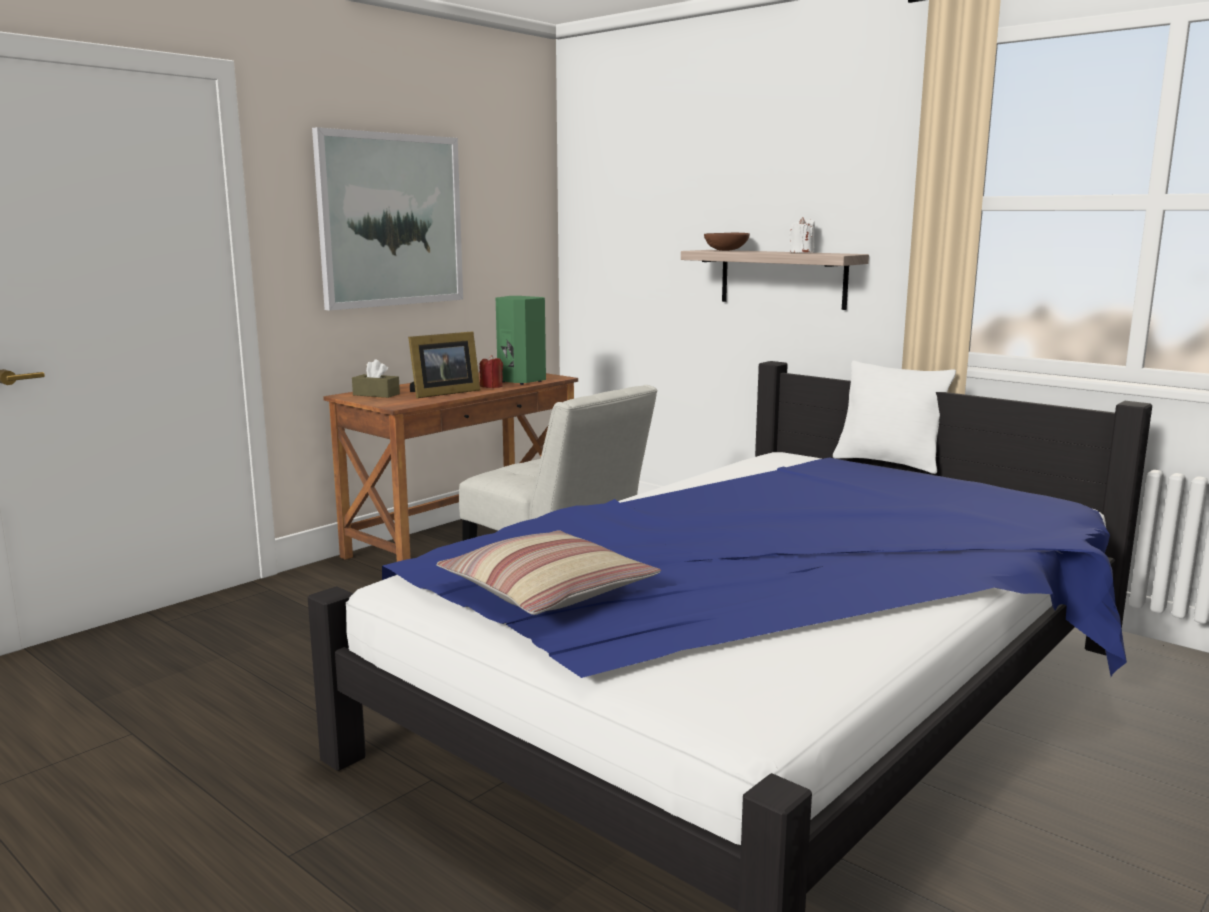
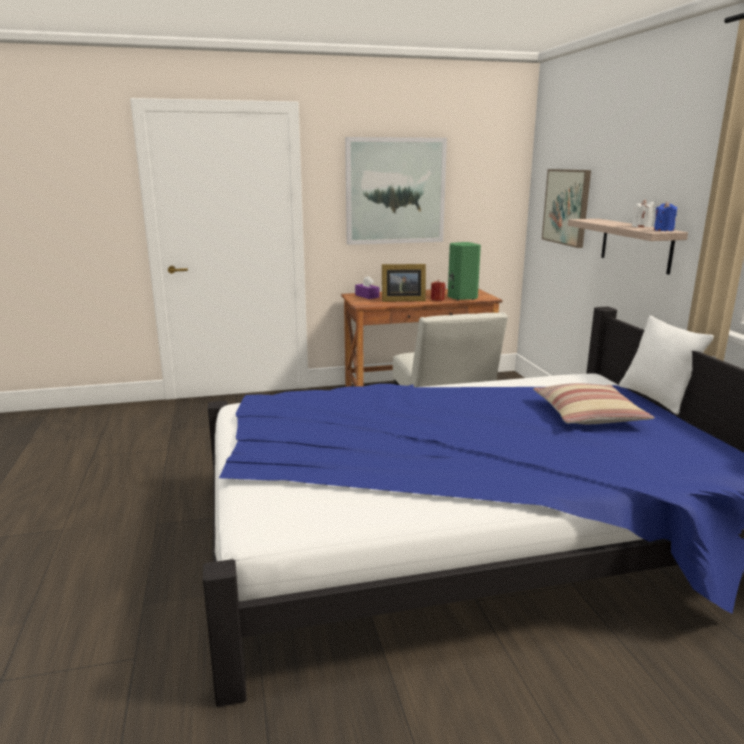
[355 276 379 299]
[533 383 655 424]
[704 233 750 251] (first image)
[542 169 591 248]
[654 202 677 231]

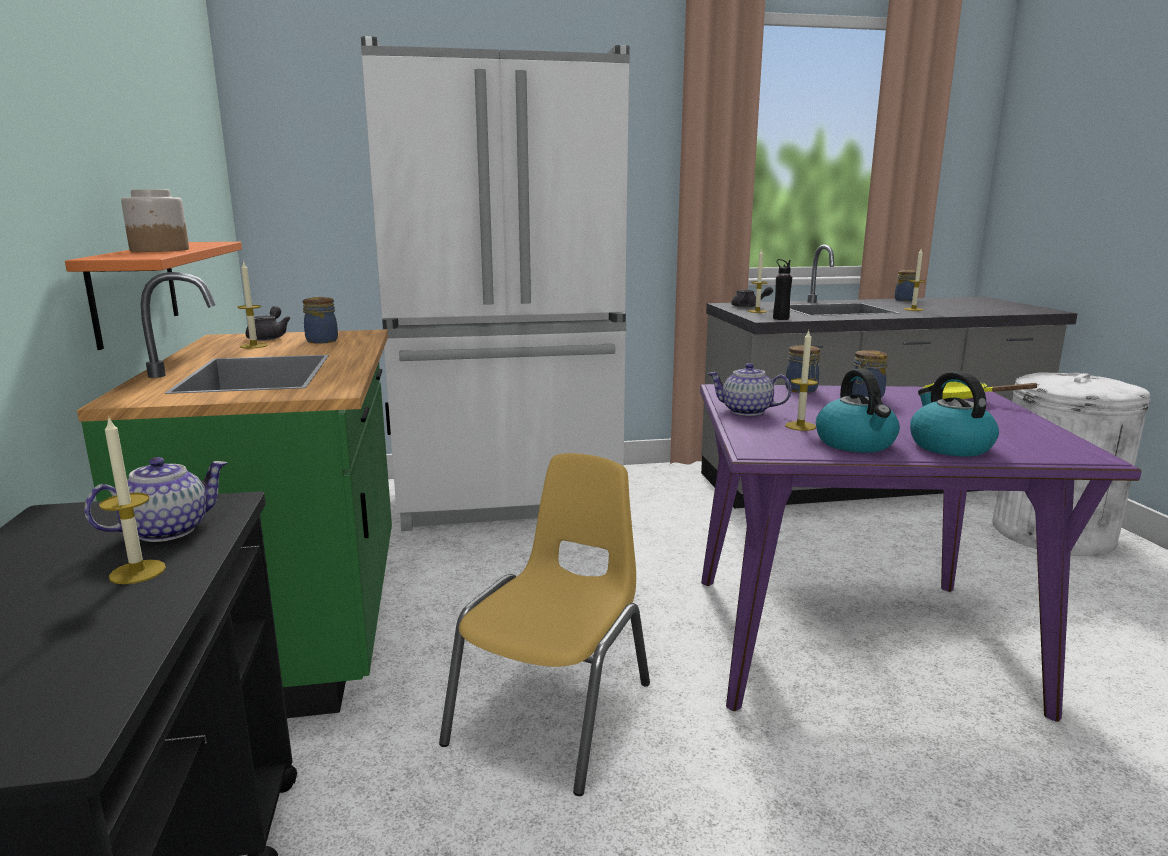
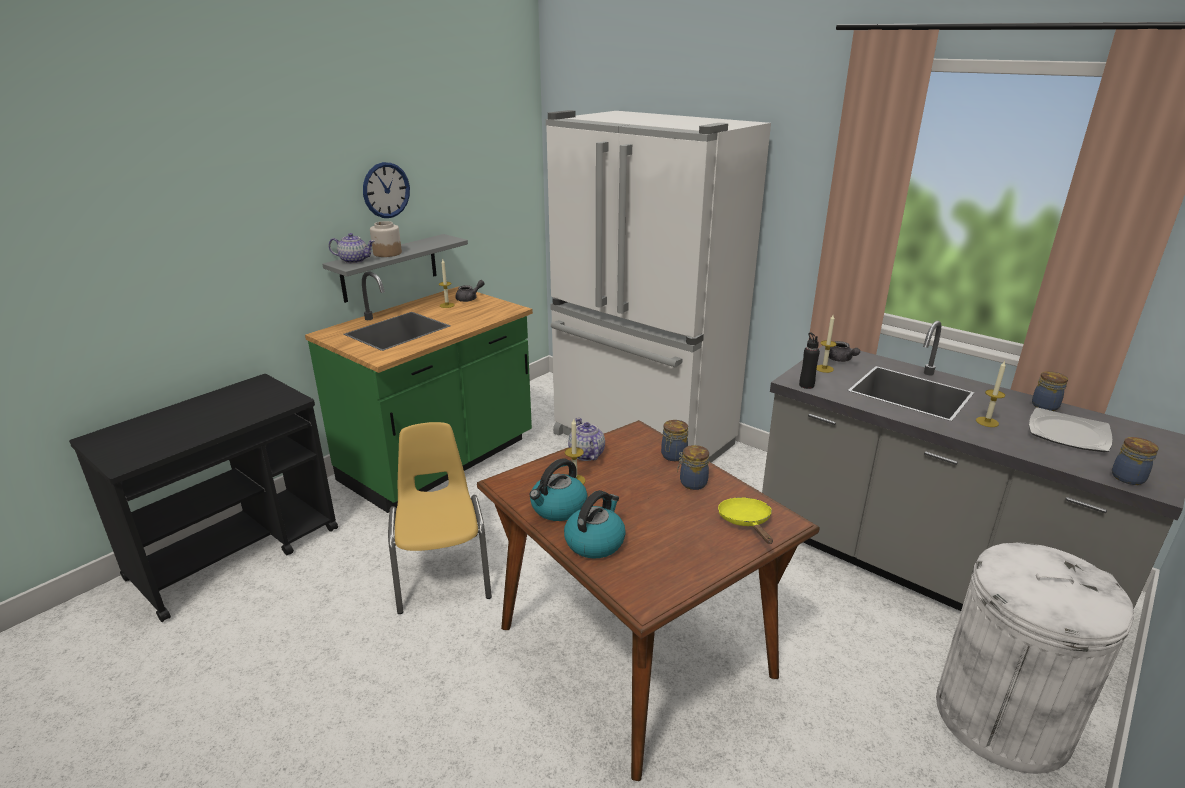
[322 234 468 303]
[328 233 375 264]
[99 416 166 584] (first image)
[1112 437 1159 485]
[388 422 492 614]
[477 420 820 781]
[363 162 410 218]
[1029 407 1112 452]

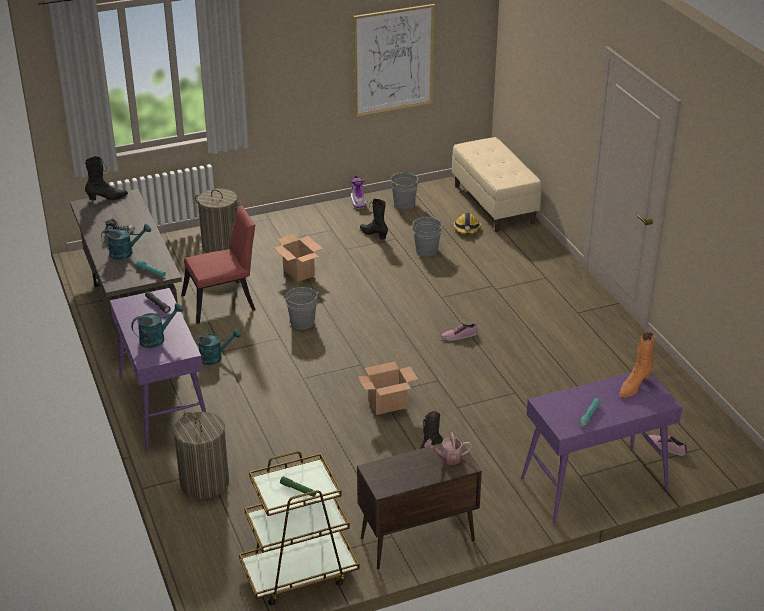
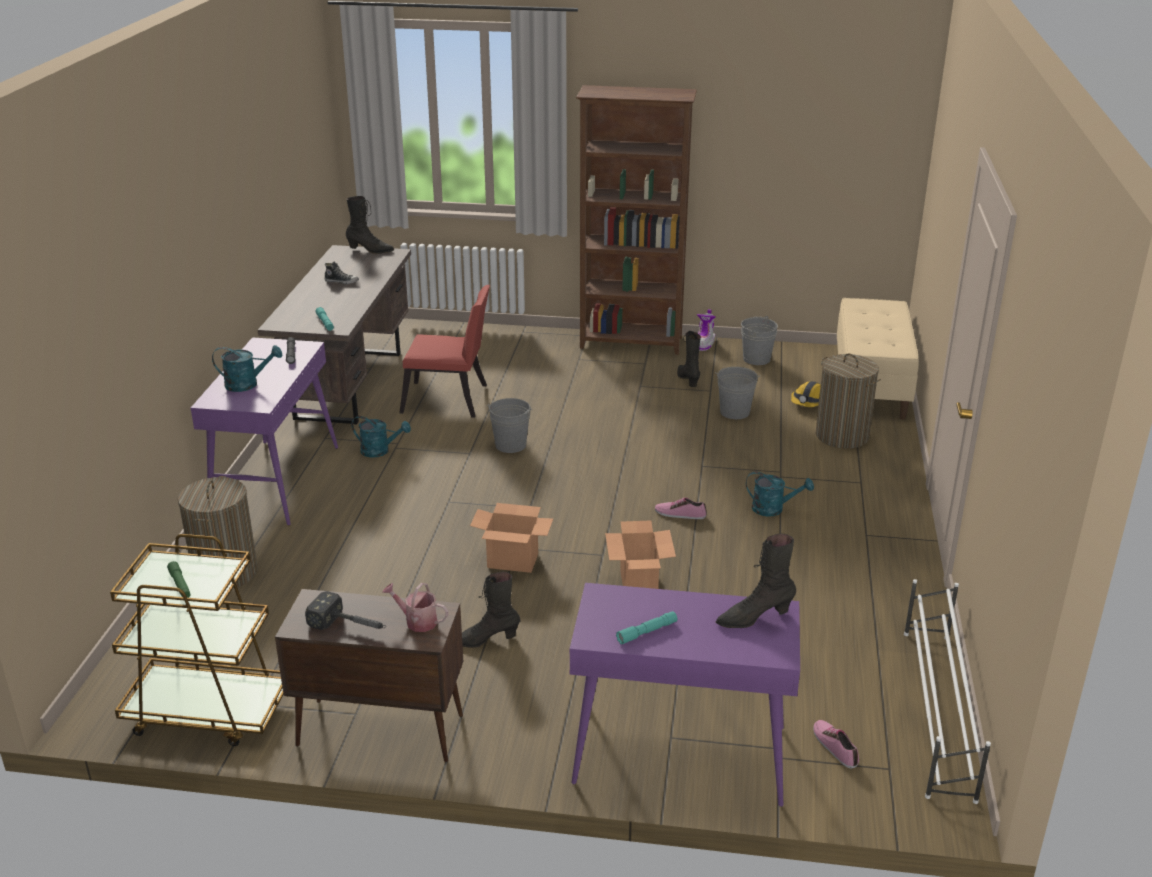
[746 471 814 517]
[816 353 881 449]
[605 521 676 589]
[353 4 435 117] (first image)
[716 533 796 628]
[305 591 386 630]
[576 85 697 355]
[904 579 991 804]

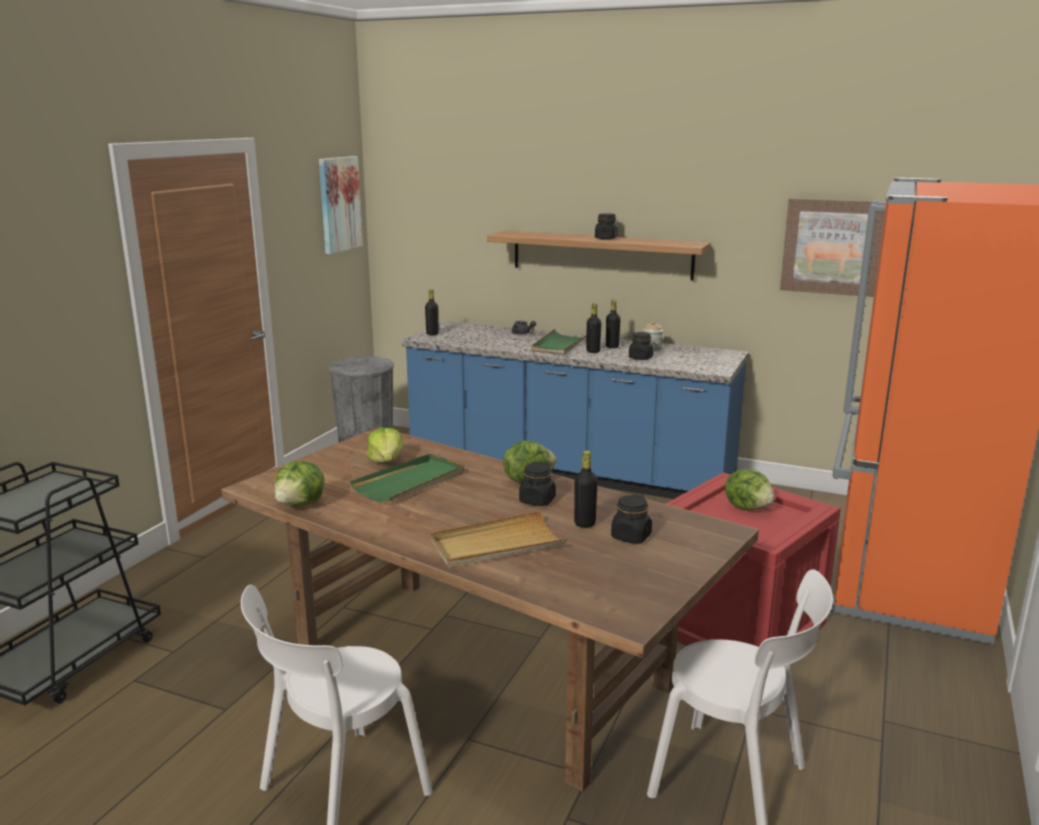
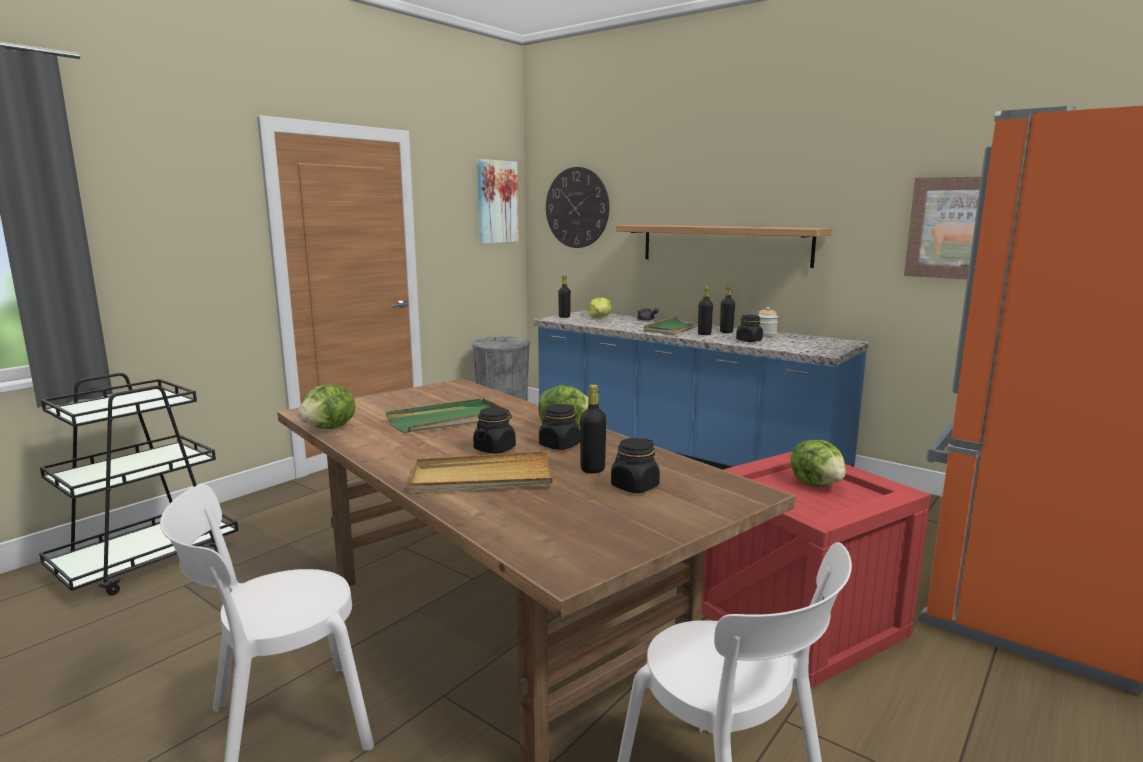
[589 297 612 318]
[473 407 516 454]
[546 167 609 248]

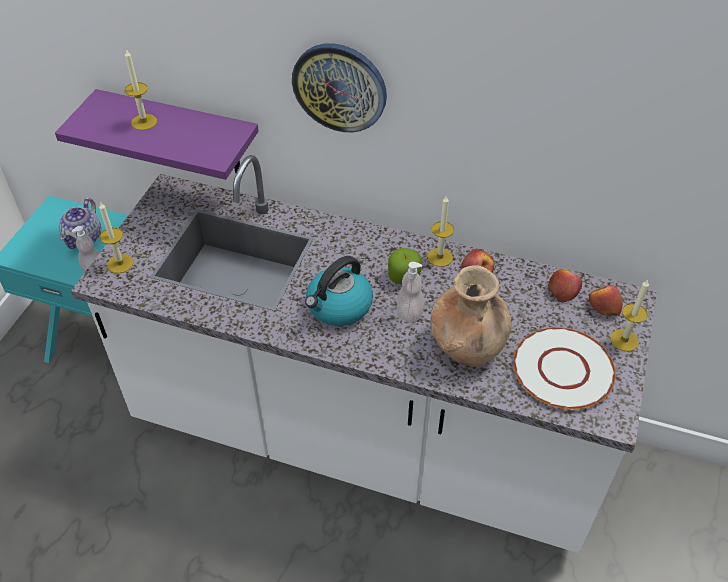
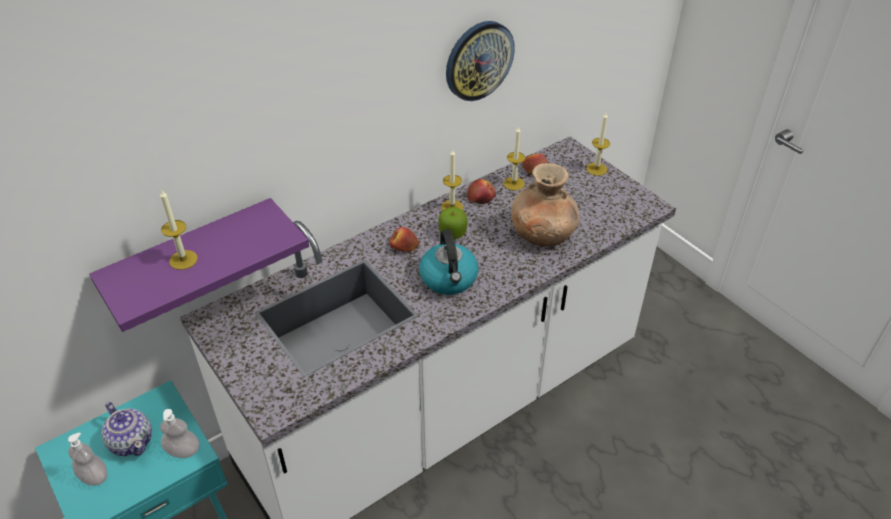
[504 126 525 190]
[446 21 515 101]
[68 432 107 486]
[513 327 616 410] (first image)
[389 227 419 252]

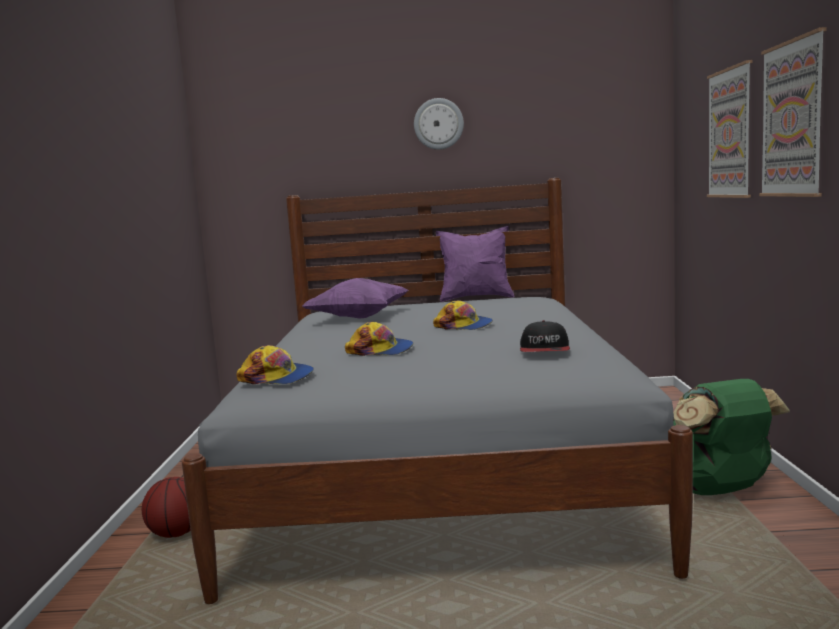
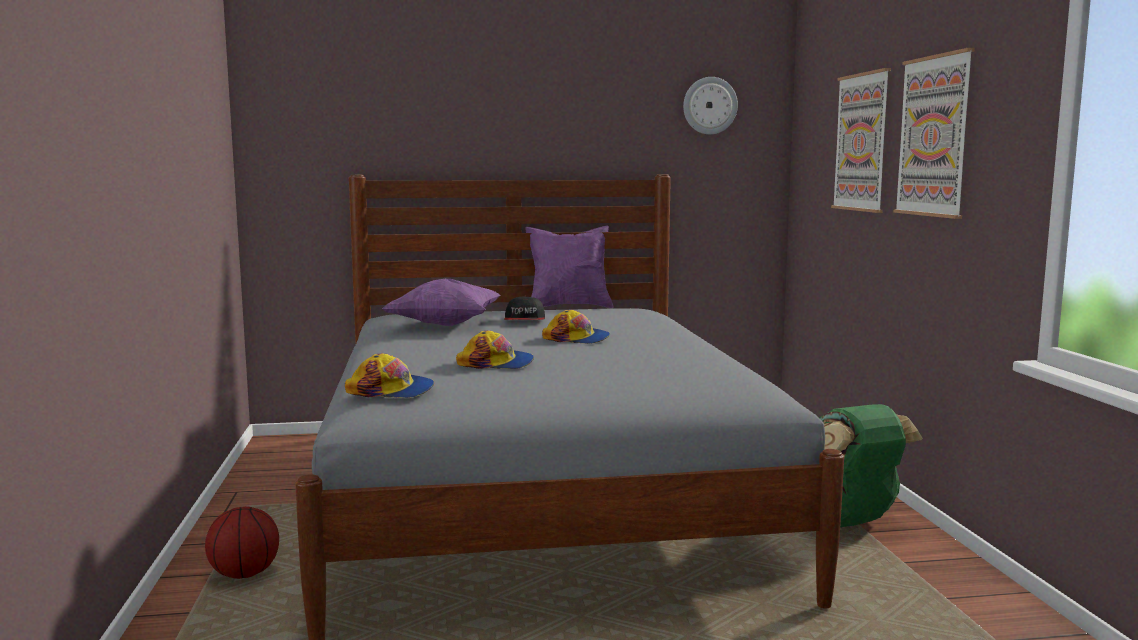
[683 77 738 135]
[504 296 545 320]

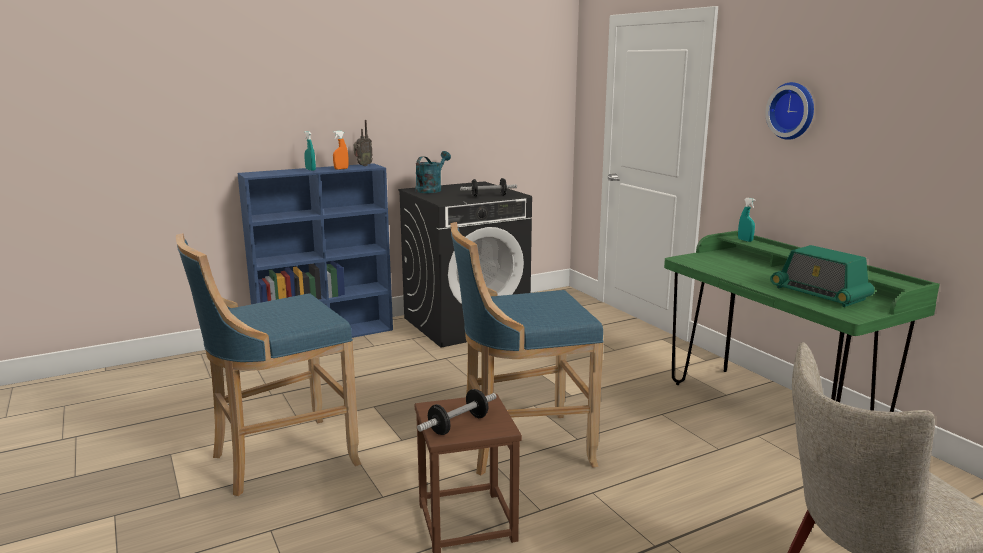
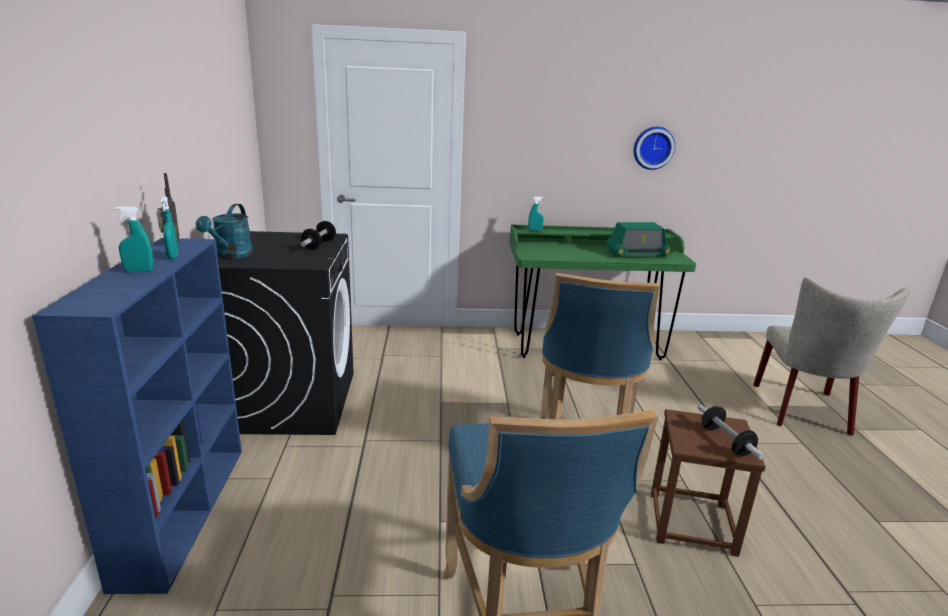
[161 196 178 259]
[196 204 253 259]
[633 127 675 170]

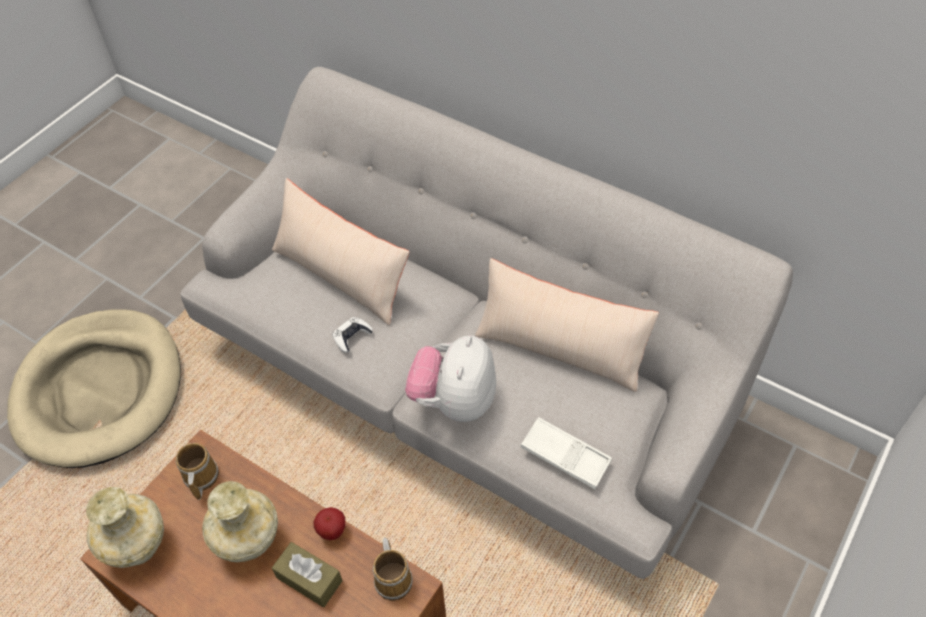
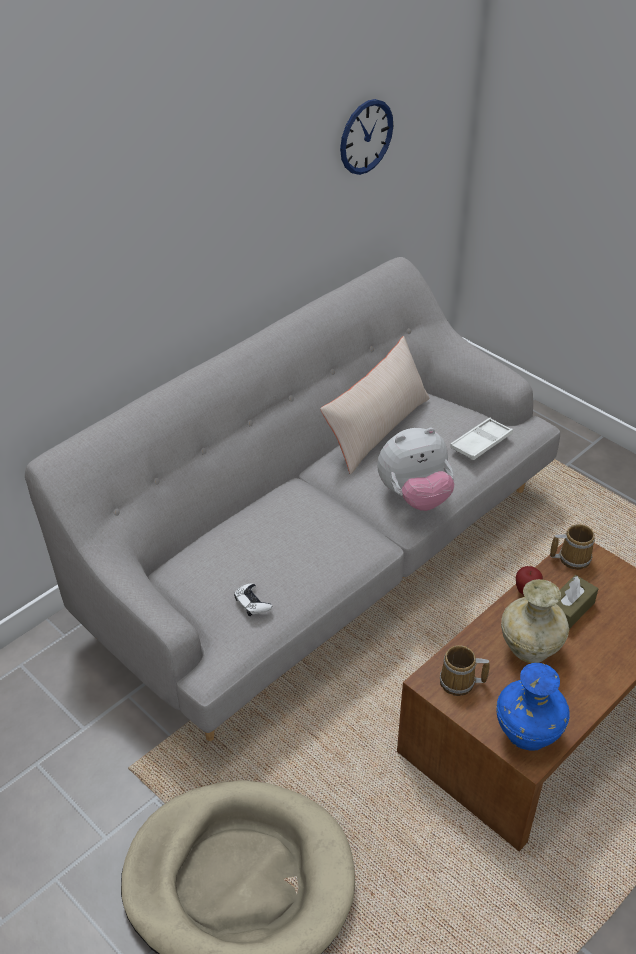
[496 663 570 751]
[272 178 409 325] (first image)
[234 583 272 616]
[378 428 455 511]
[340 99 393 175]

